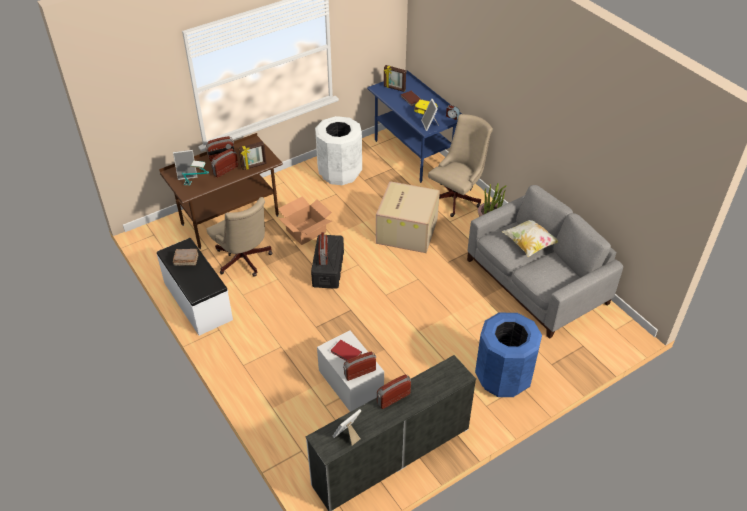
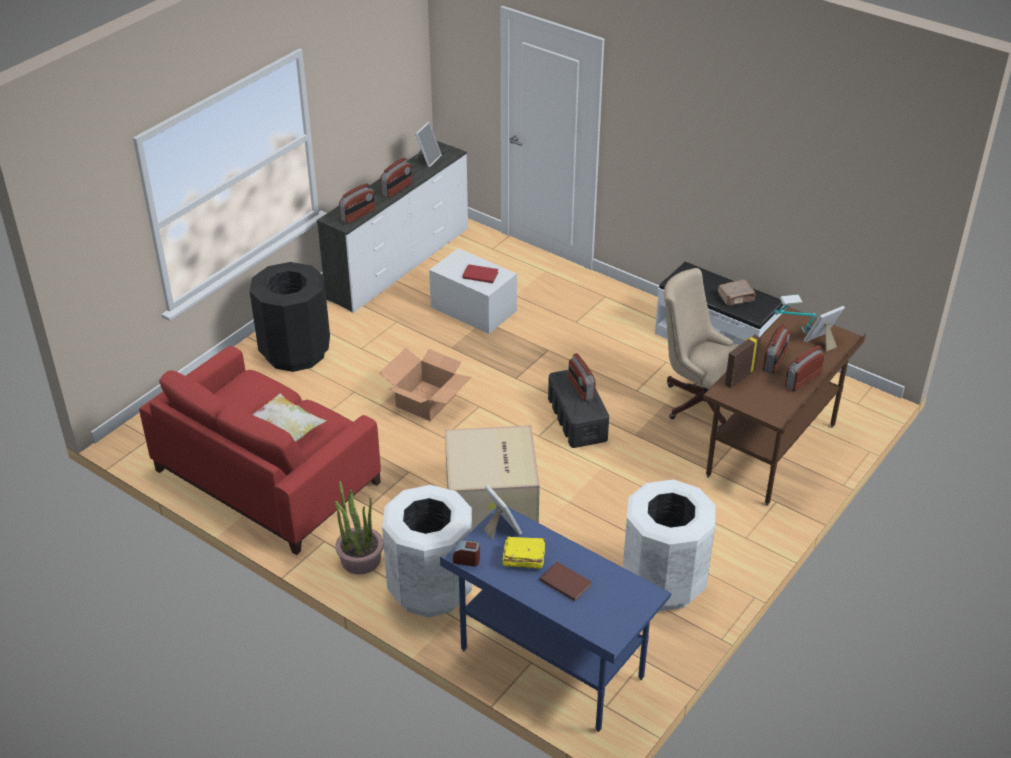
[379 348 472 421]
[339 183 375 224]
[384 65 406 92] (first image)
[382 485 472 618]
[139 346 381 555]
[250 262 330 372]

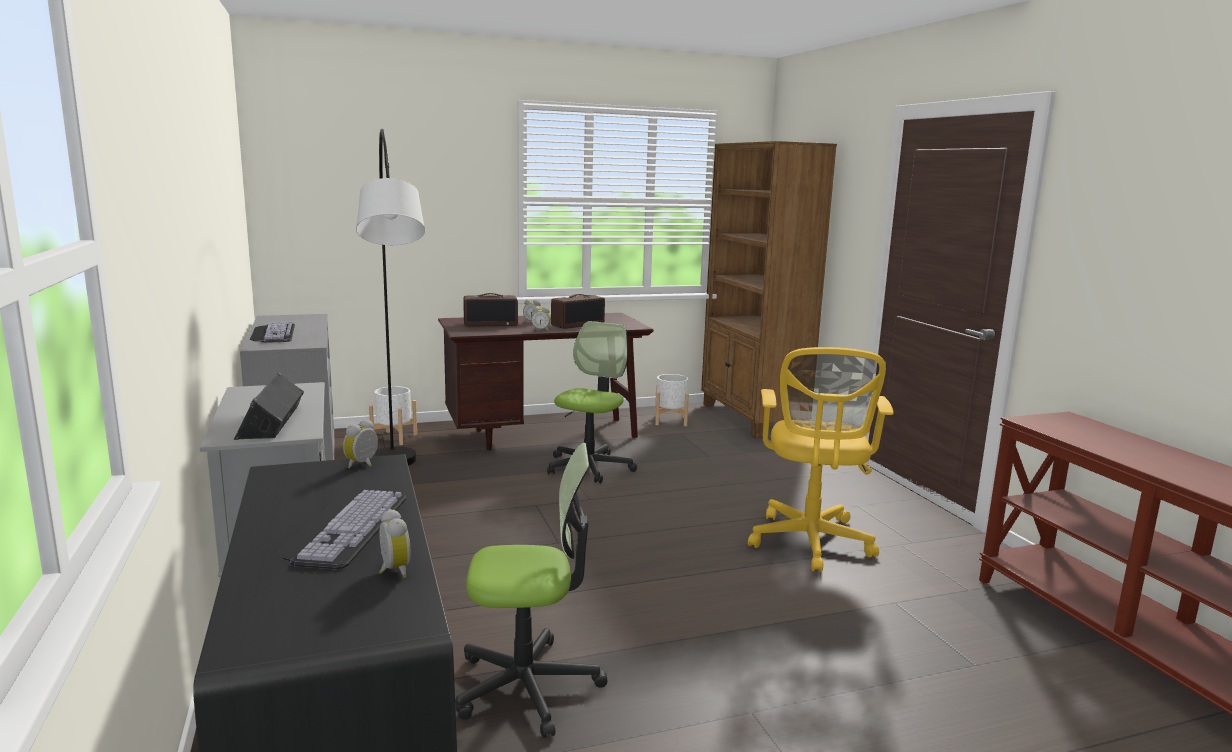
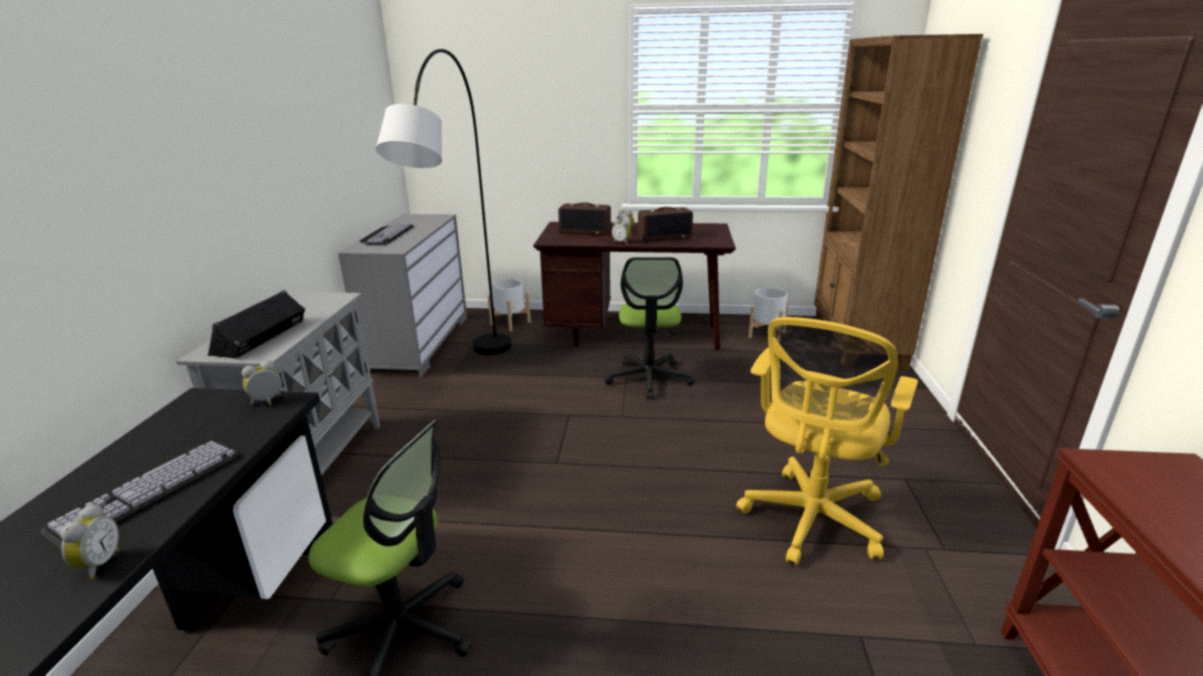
[604 257 695 399]

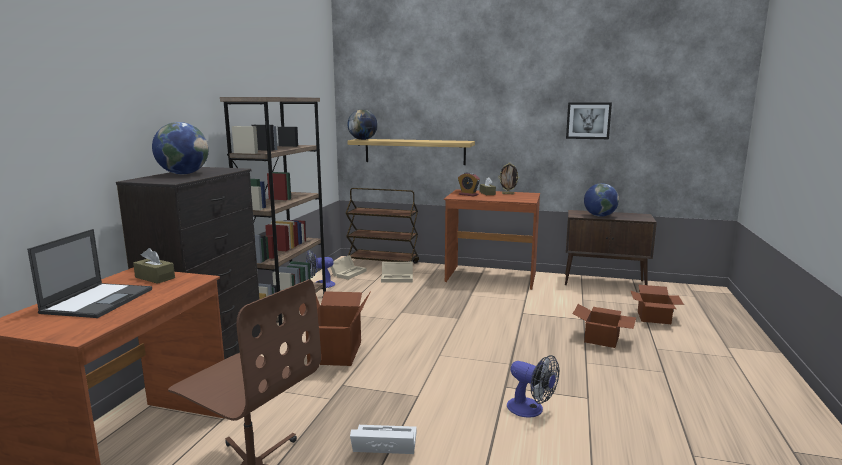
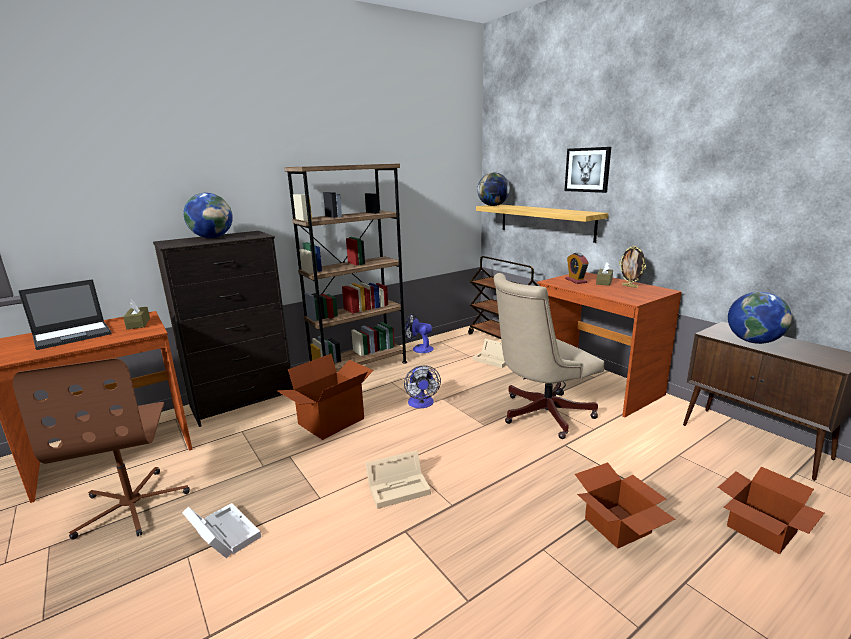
[365 451 431 509]
[404 365 441 408]
[564 147 611 193]
[494 273 604 439]

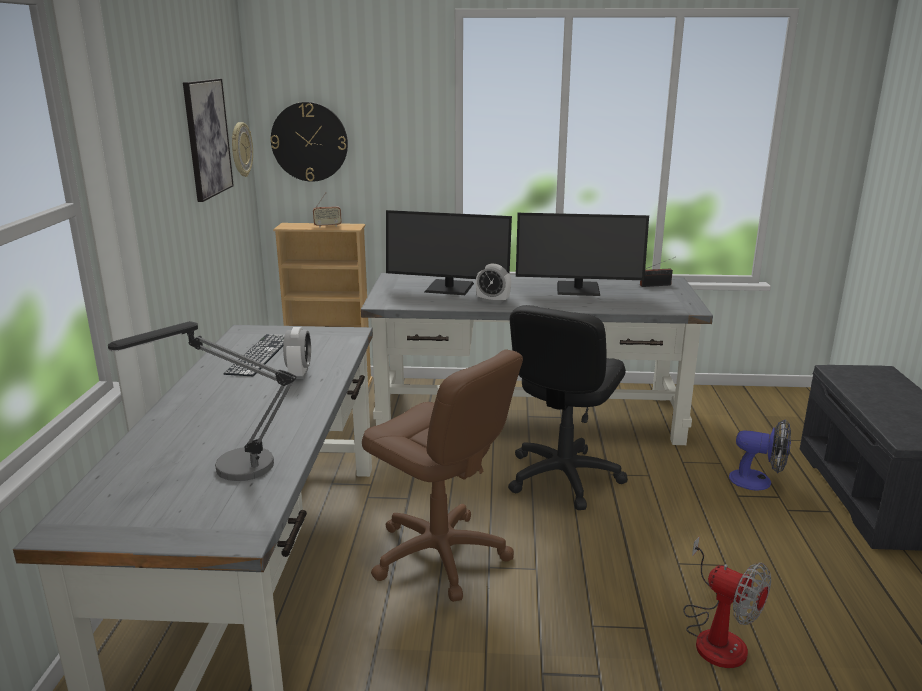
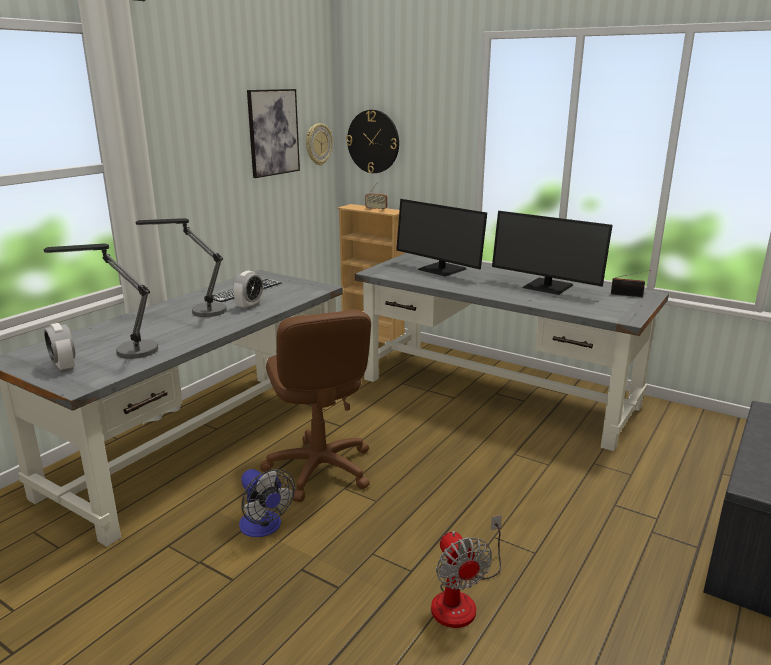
[44 323 75 373]
[508 305 628 510] (first image)
[239 469 295 537]
[136 218 227 317]

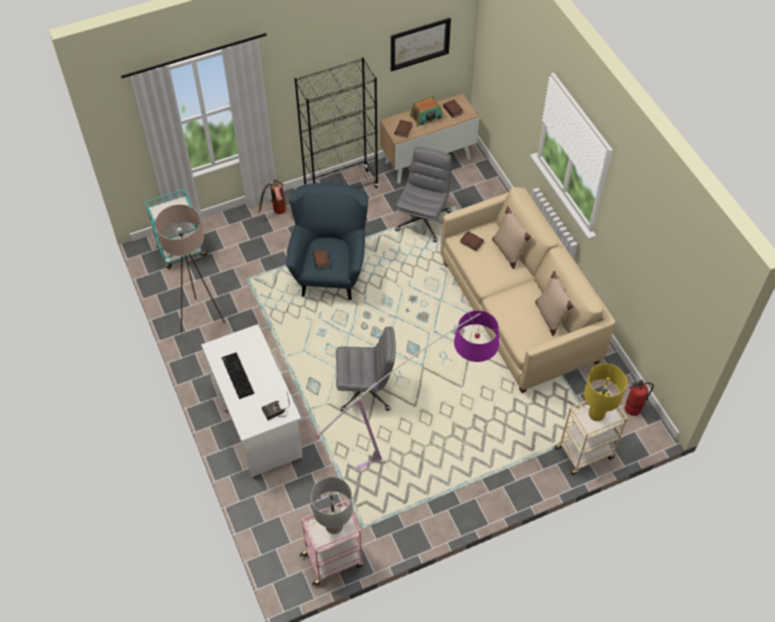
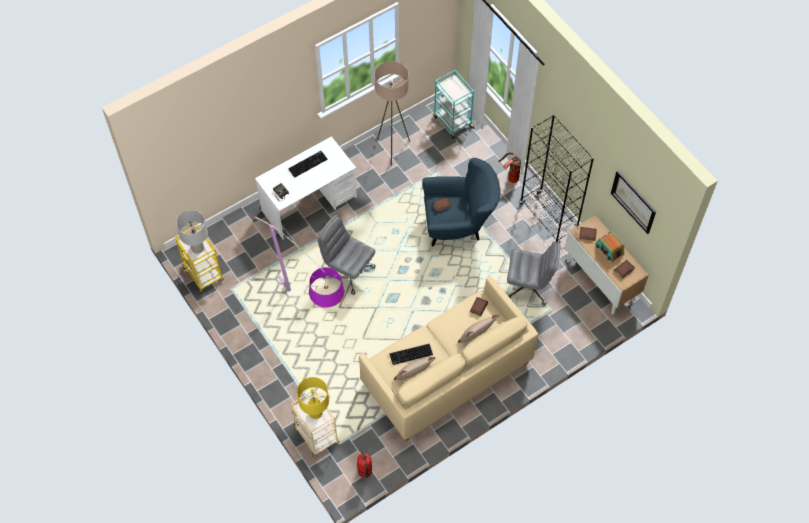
[175 225 224 293]
[318 215 376 295]
[389 344 433 365]

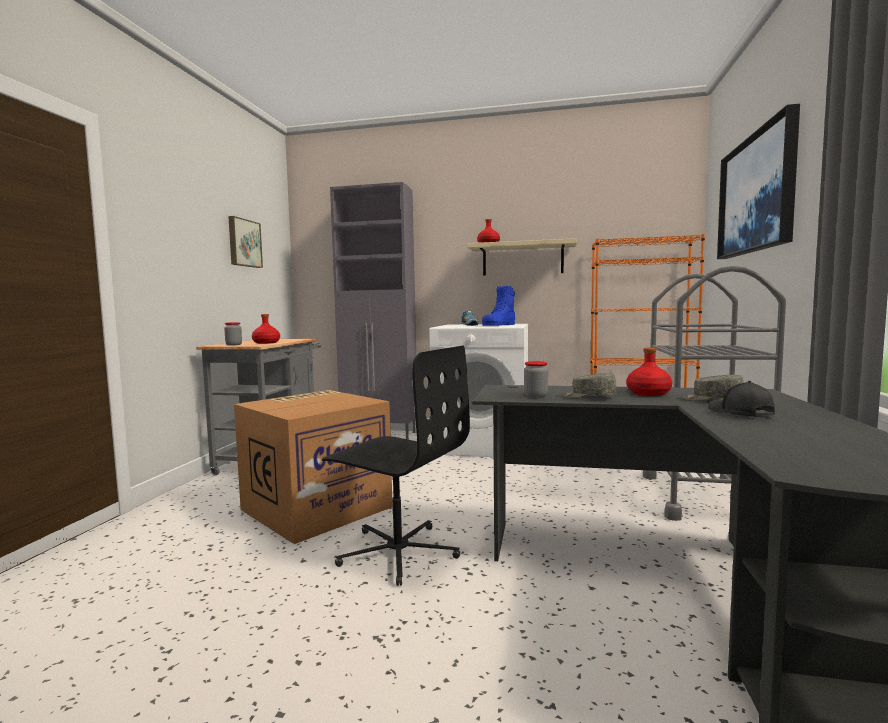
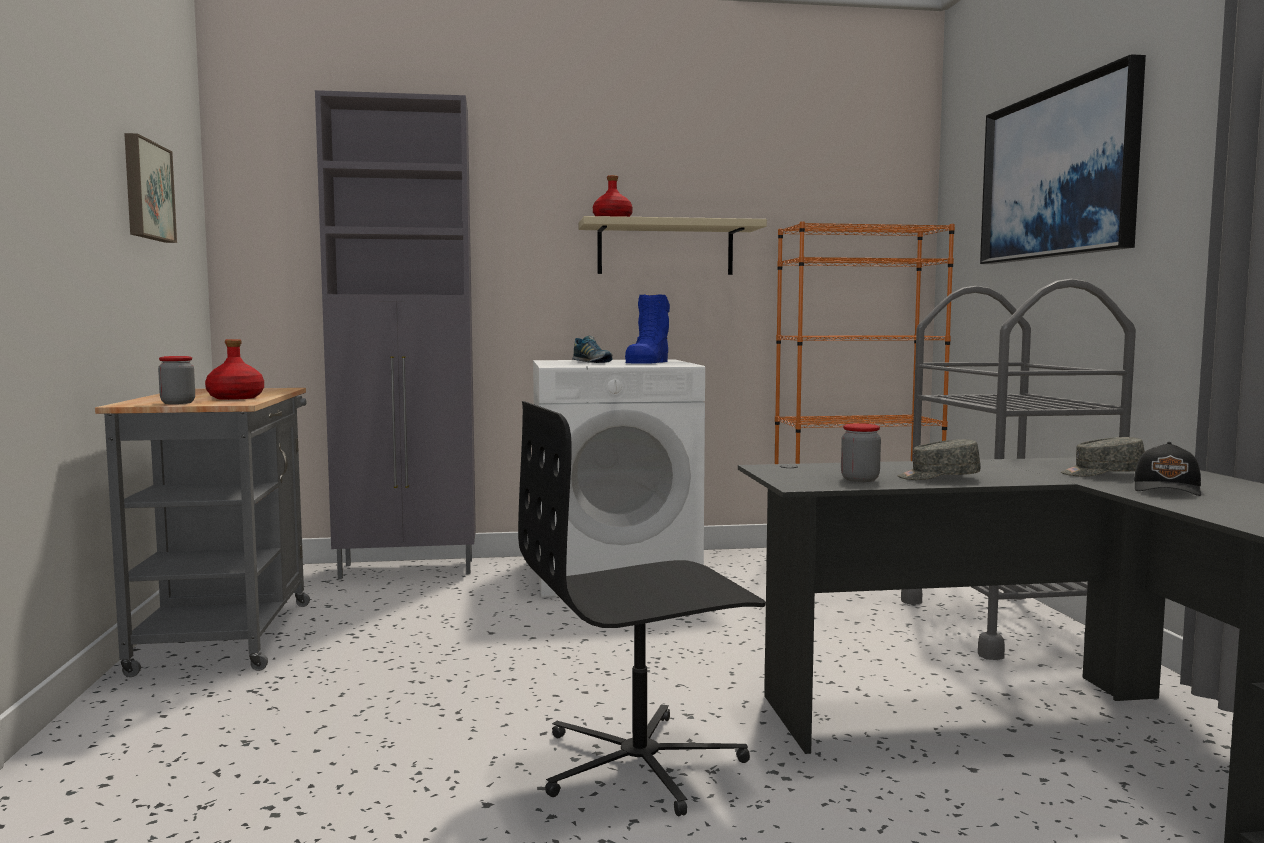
[234 390 393 544] (first image)
[518 401 766 816]
[626 348 672 396] (first image)
[1134 442 1201 496]

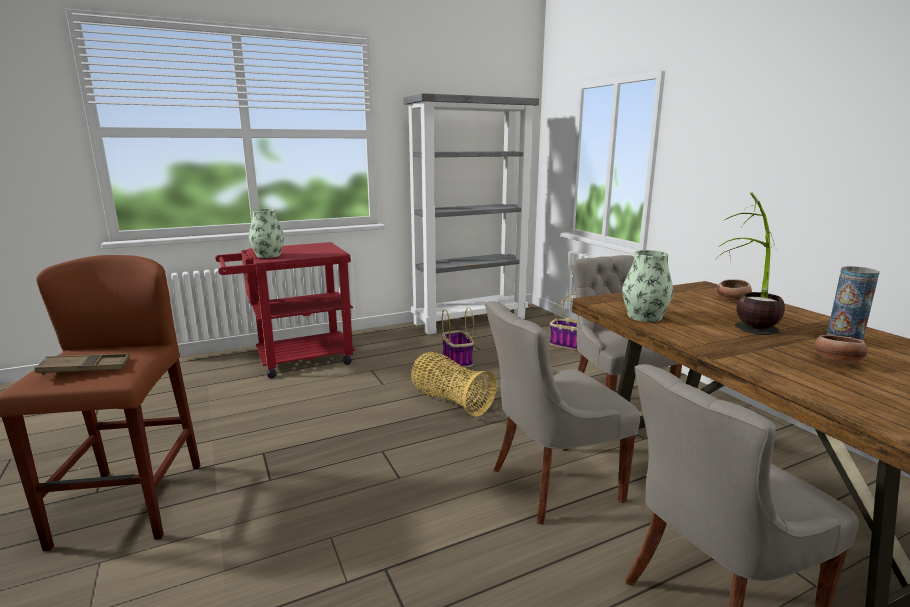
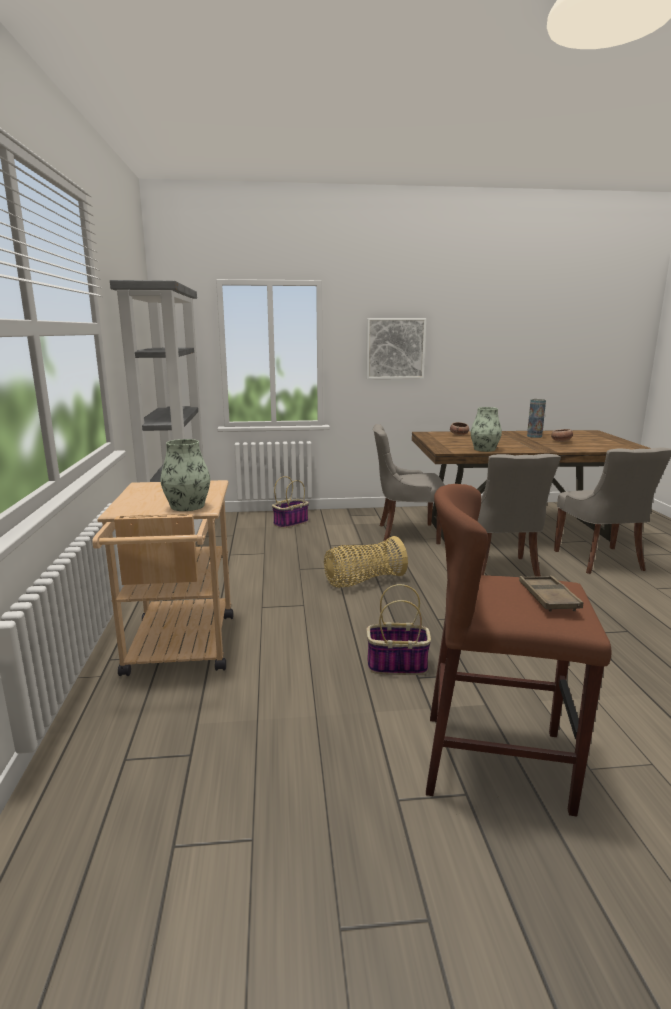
[92 480 233 676]
[367 584 431 675]
[714 192 785 335] (first image)
[366 318 426 379]

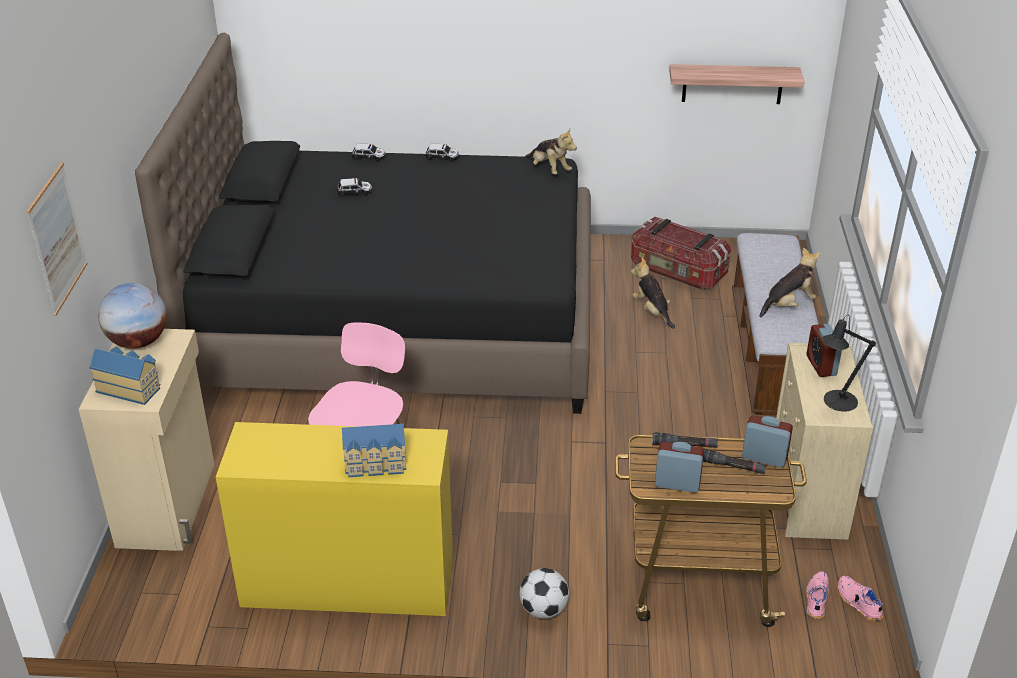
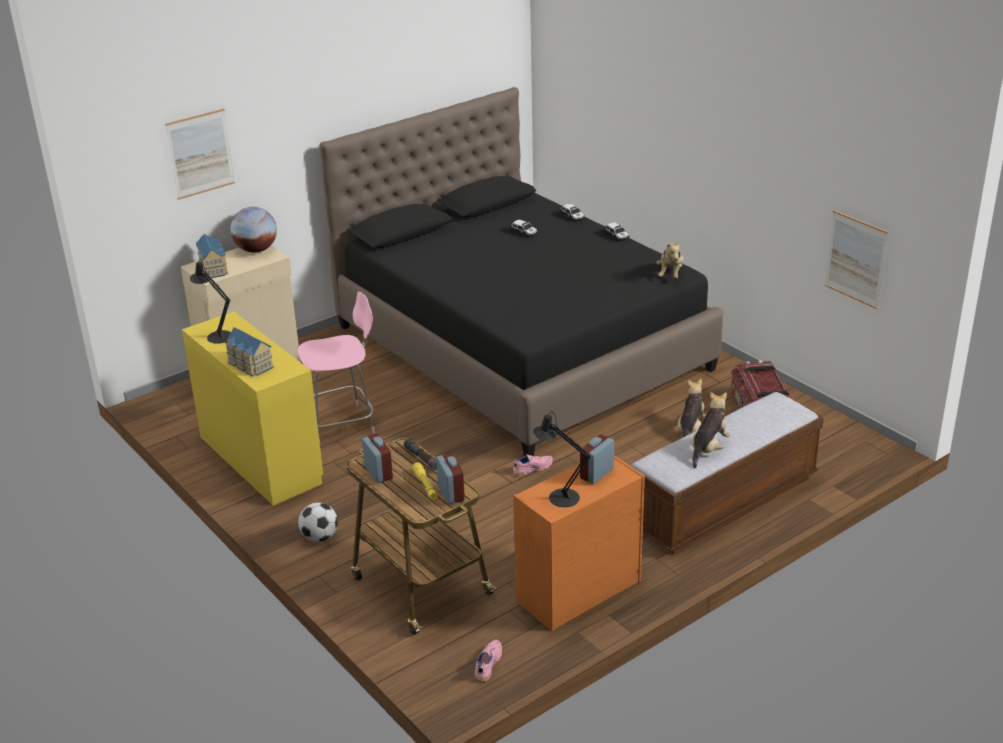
[824 210 889 309]
[412 463 437 500]
[691 392 731 469]
[513 455 645 631]
[513 454 553 476]
[189 259 231 344]

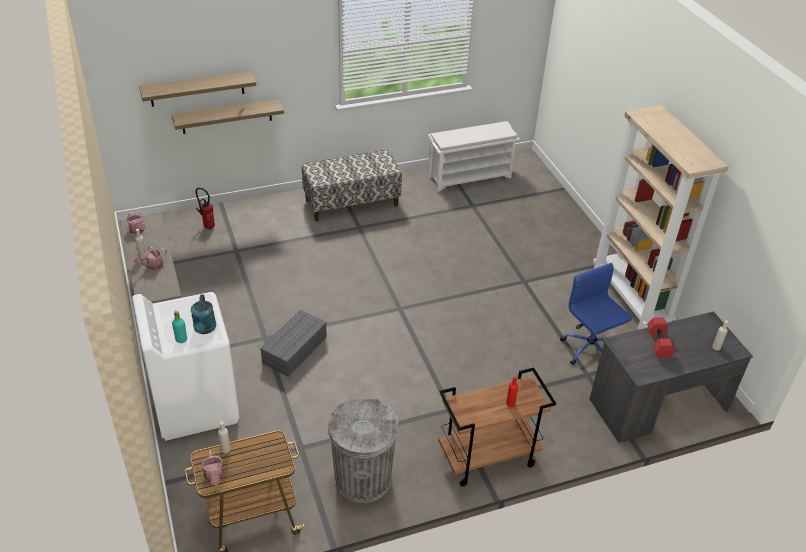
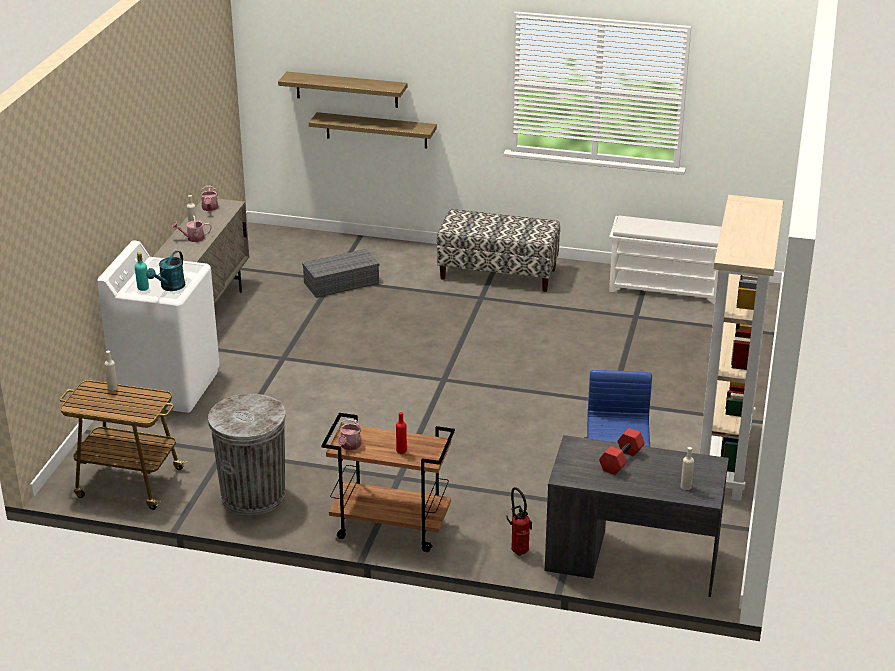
[506 487 532 556]
[337 419 361 450]
[302 249 379 298]

